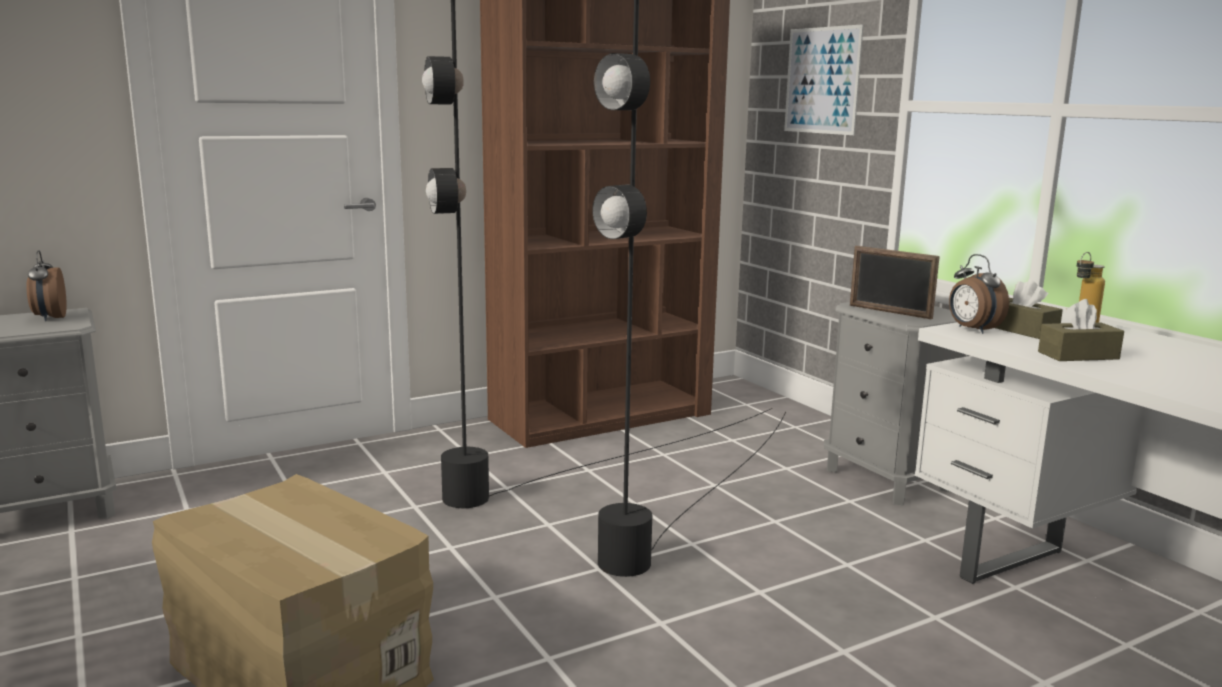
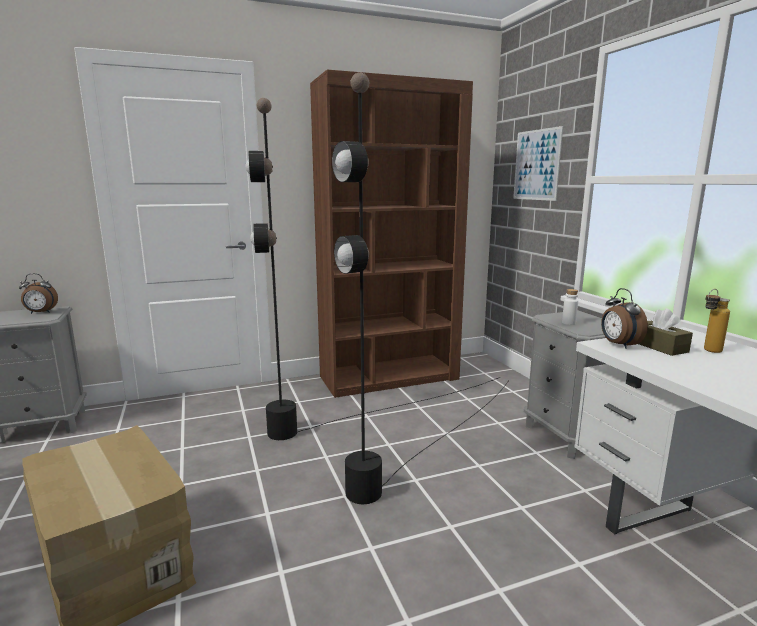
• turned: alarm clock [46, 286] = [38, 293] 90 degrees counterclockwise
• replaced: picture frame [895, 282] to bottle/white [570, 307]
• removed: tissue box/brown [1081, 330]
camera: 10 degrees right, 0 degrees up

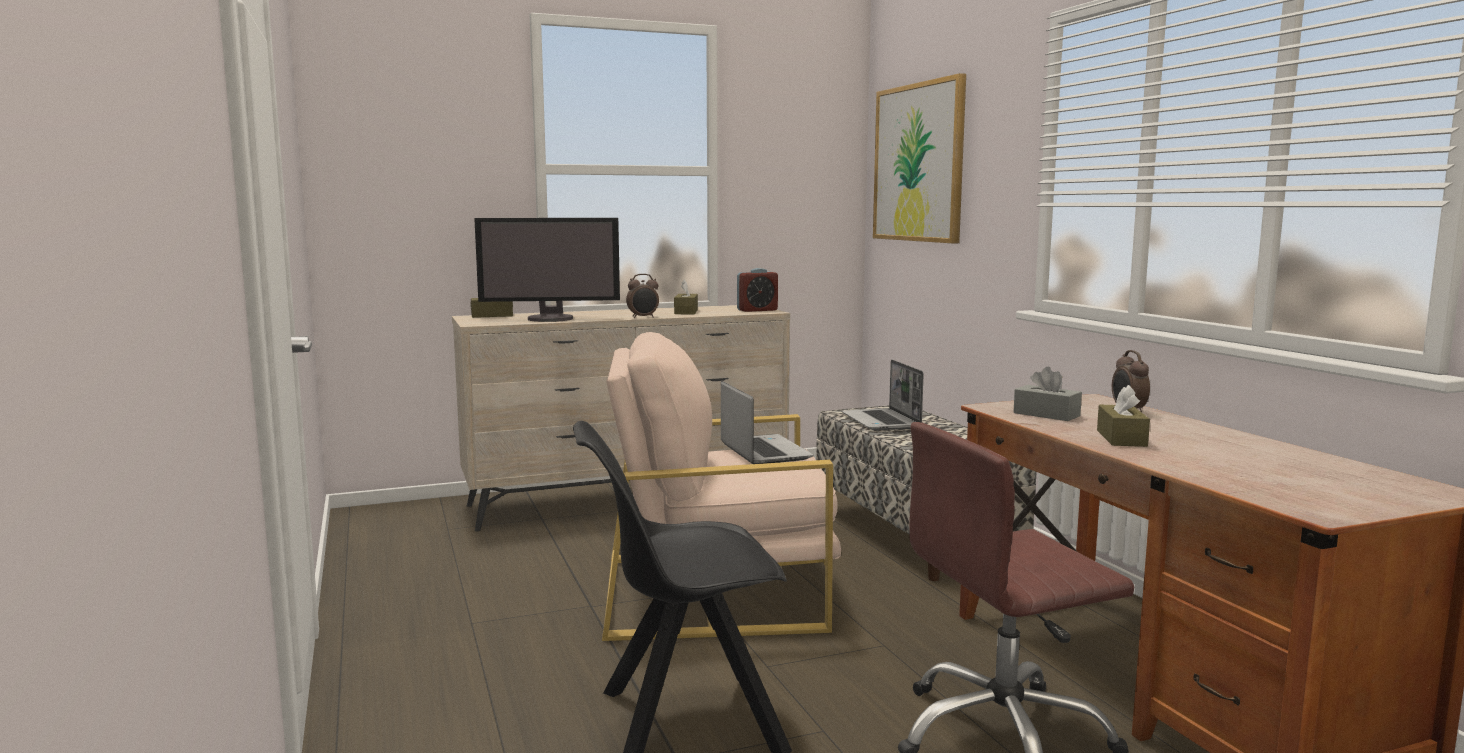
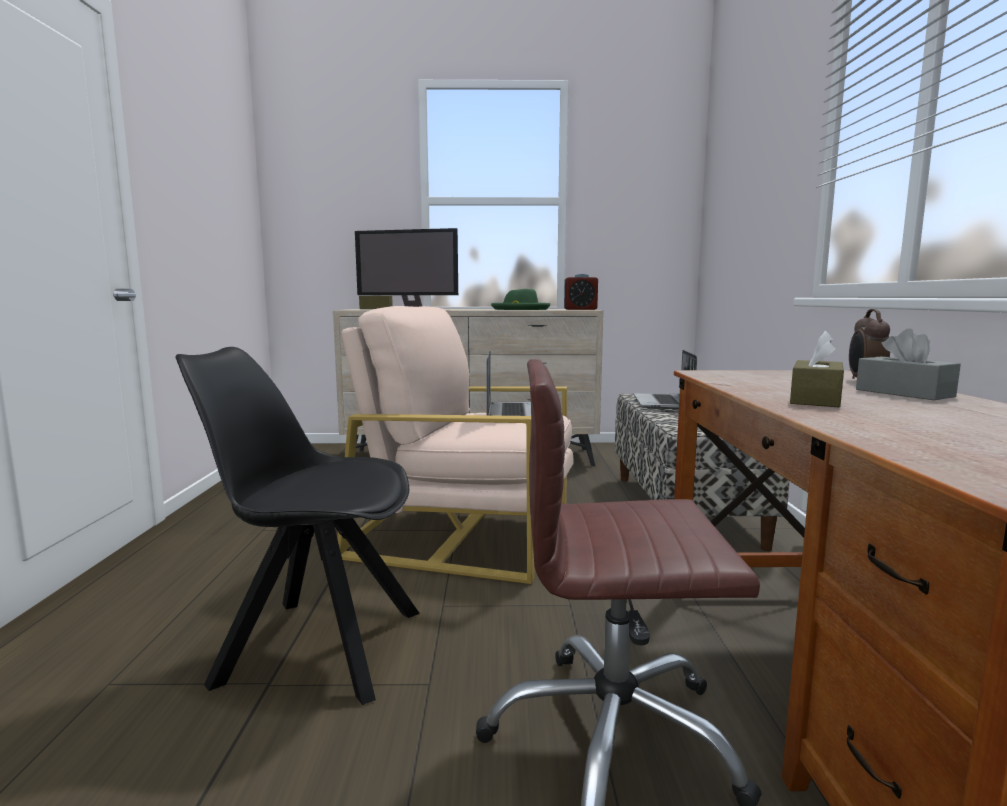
• replaced: tissue box/brown [686, 296] to hat/green [520, 299]
• moved: tissue box/grey [1047, 394] to [908, 364]
• removed: alarm clock [642, 296]
• removed: picture [919, 158]
camera: 20 degrees right, 0 degrees up

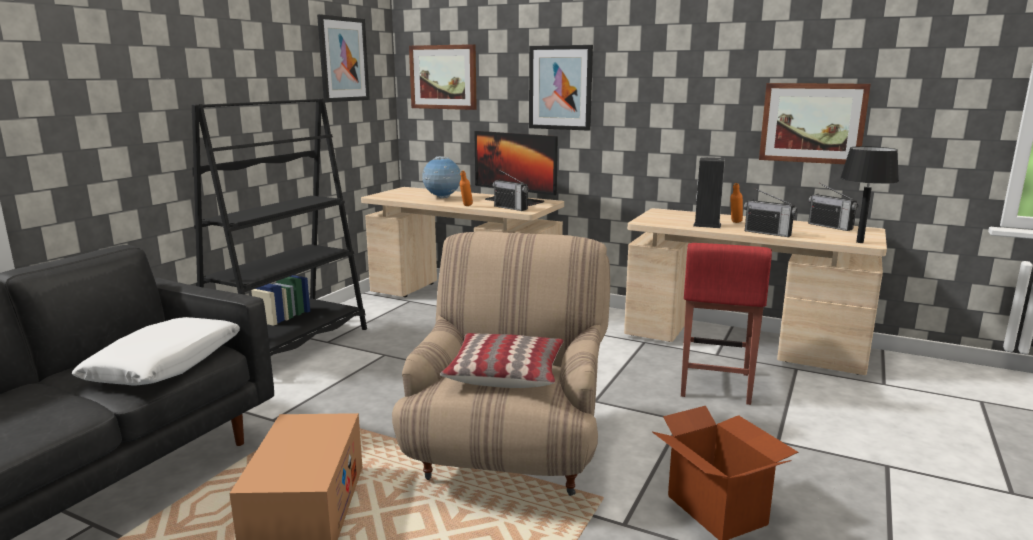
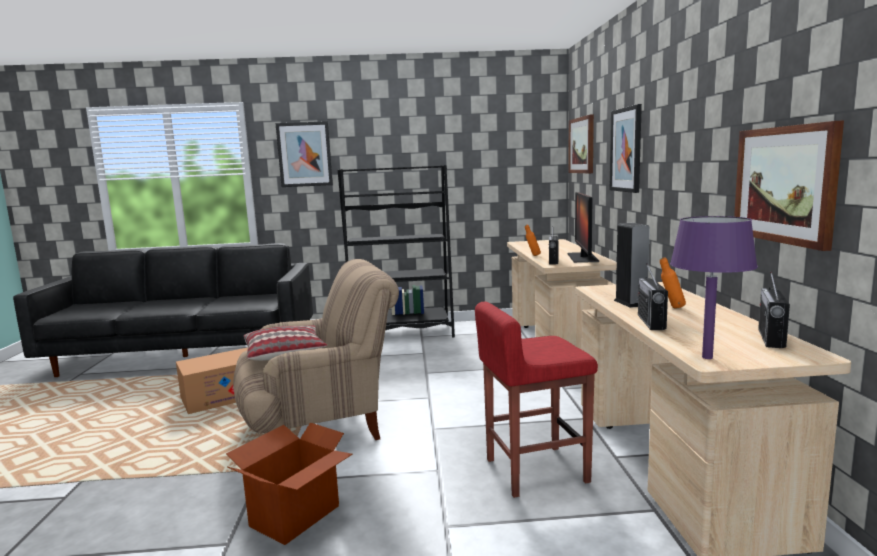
• moved: picture [343, 58] to [304, 154]
• recoloured: table lamp/black [869, 194] to table lamp/purple [714, 287]
• removed: pillow/white [156, 351]
• removed: globe [441, 177]
camera: 60 degrees right, 5 degrees down

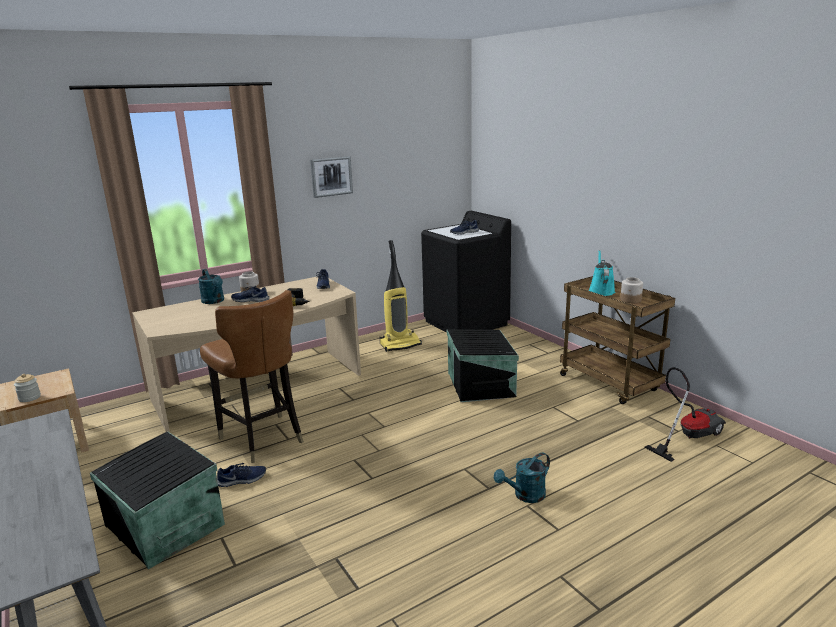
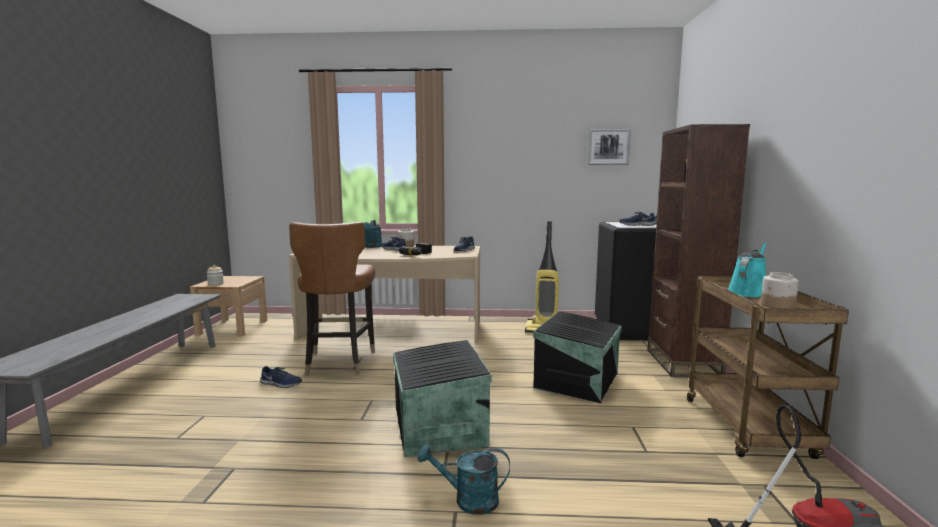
• moved: storage box/black [157, 500] to [442, 398]
• moved: picture [331, 177] to [609, 147]
• added: bookcase/brown [699, 250]
camera: 35 degrees right, 10 degrees down

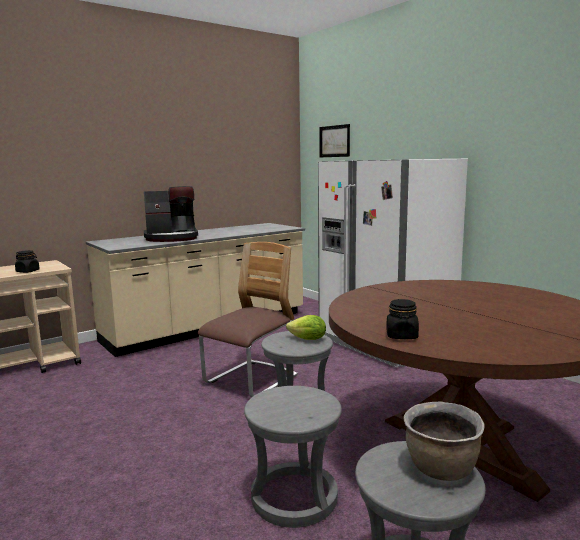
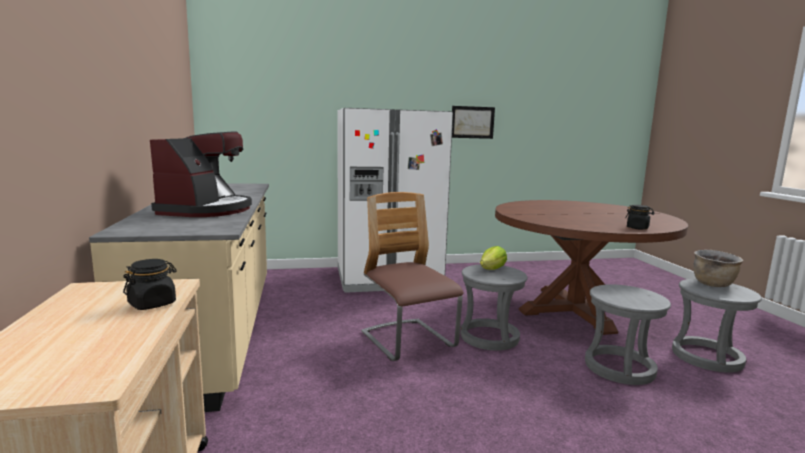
• moved: picture [334, 140] to [473, 122]
camera: 65 degrees left, 0 degrees up

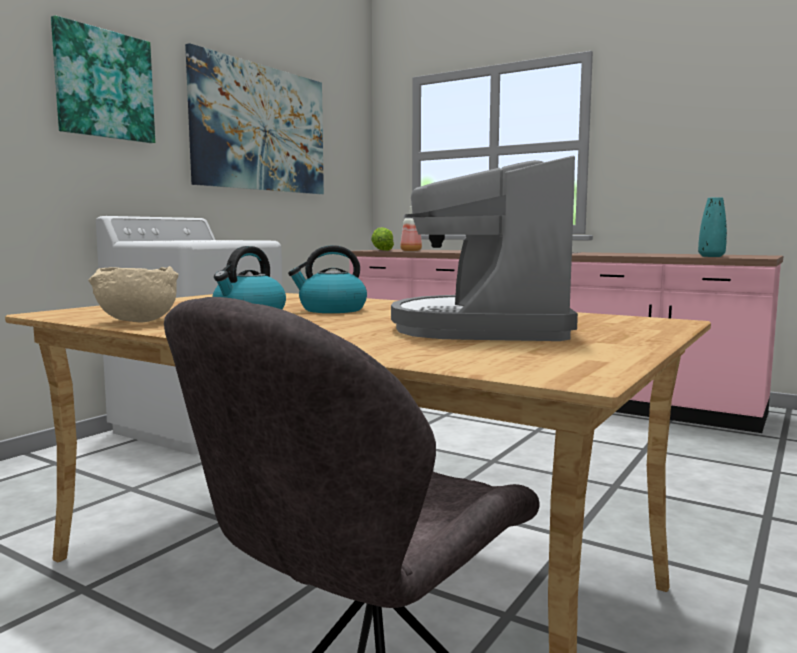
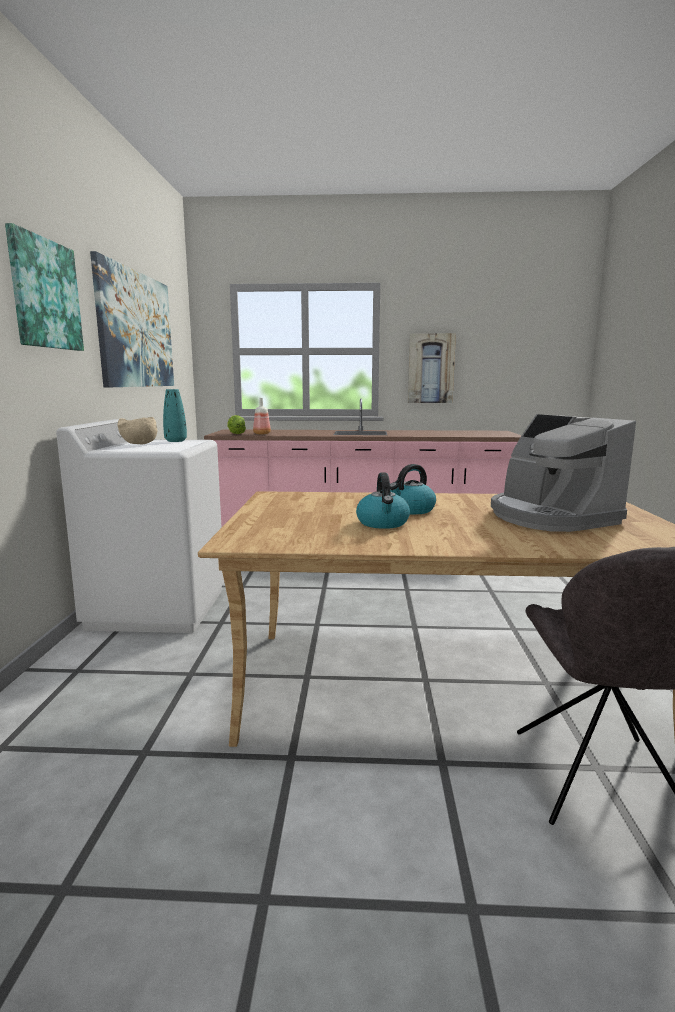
• moved: bowl/beige [133, 294] to [137, 430]
• moved: vase/turquoise [712, 227] to [175, 415]
• added: picture [432, 368]
camera: 30 degrees left, 5 degrees up

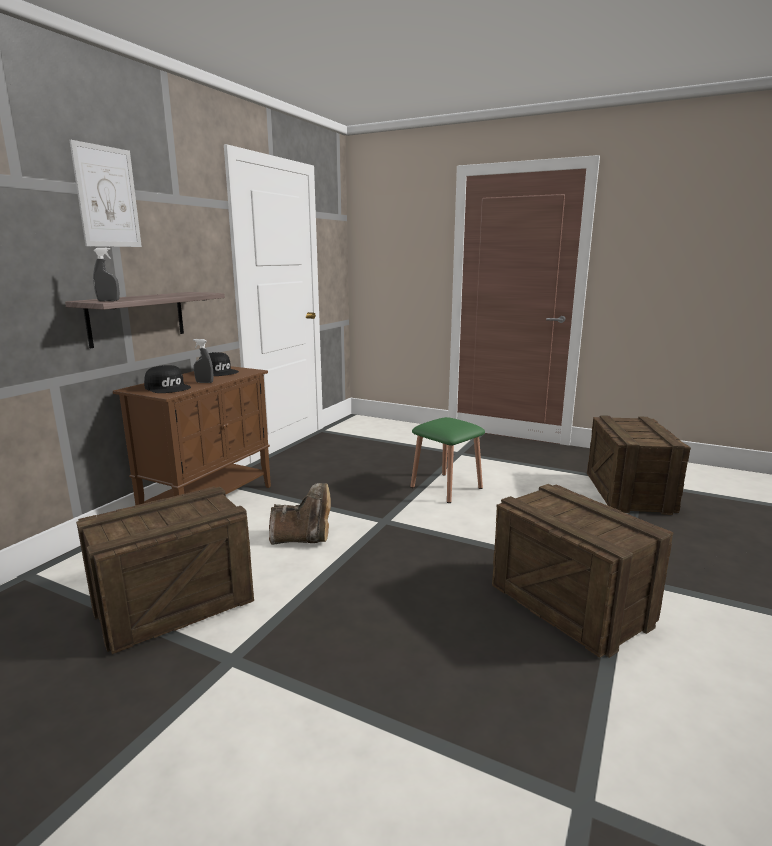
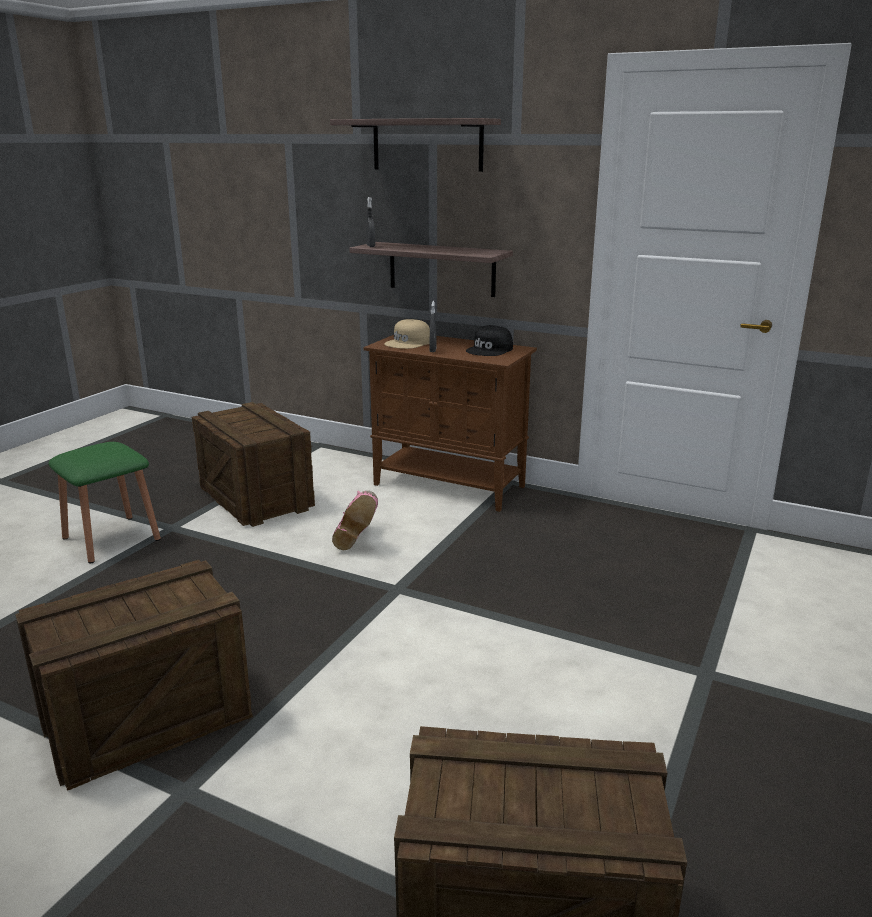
• moved: stool/green [447, 460] to [105, 503]
• replaced: picture [106, 193] to shelf [415, 145]
• recoloured: boot/brown [300, 514] to boot/pink [355, 520]
• recoloured: cap/black [167, 379] to cap/beige [407, 334]
camera: 90 degrees right, 5 degrees up

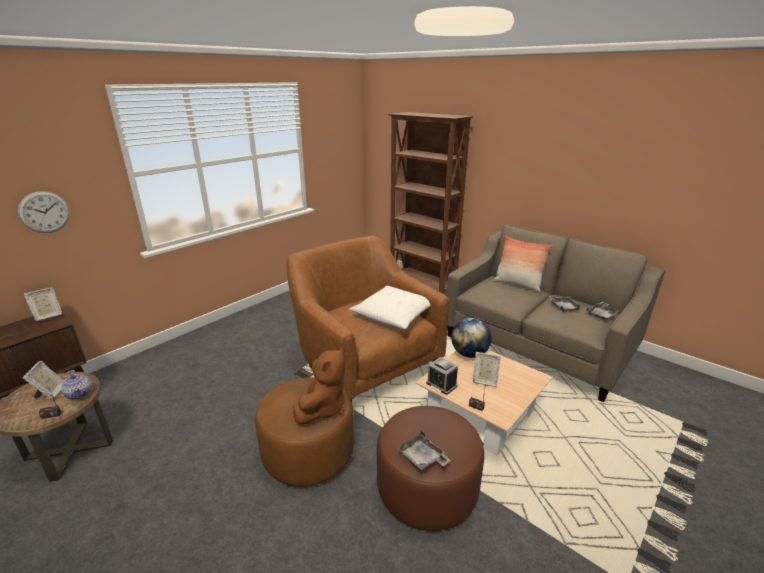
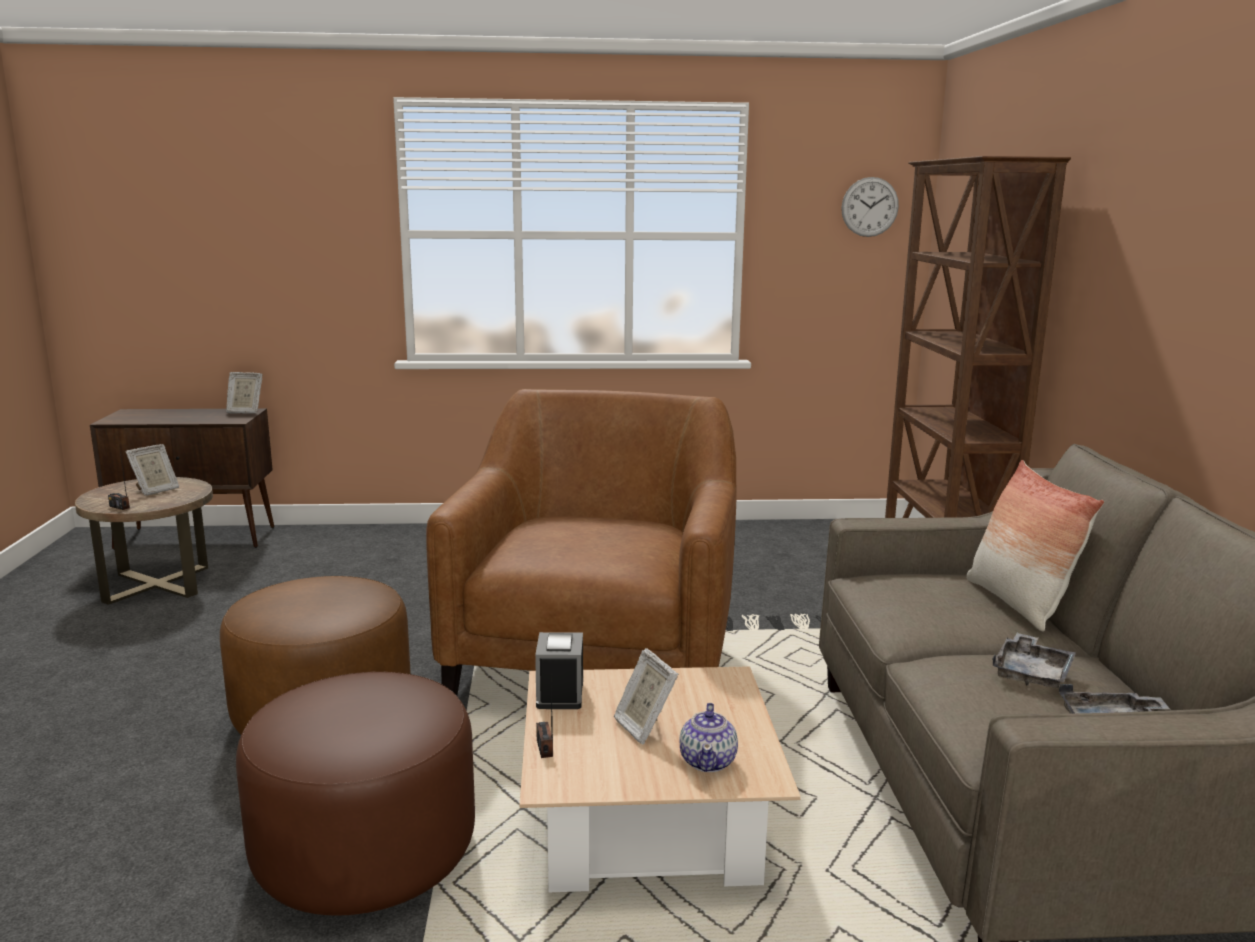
• moved: teapot [76, 385] to [709, 737]
• moved: wall clock [44, 212] to [870, 207]
• removed: plush toy/brown [319, 385]
• removed: pillow/white [389, 307]
• removed: tray/grey [424, 450]
• removed: globe [471, 338]
camera: 45 degrees right, 10 degrees down

